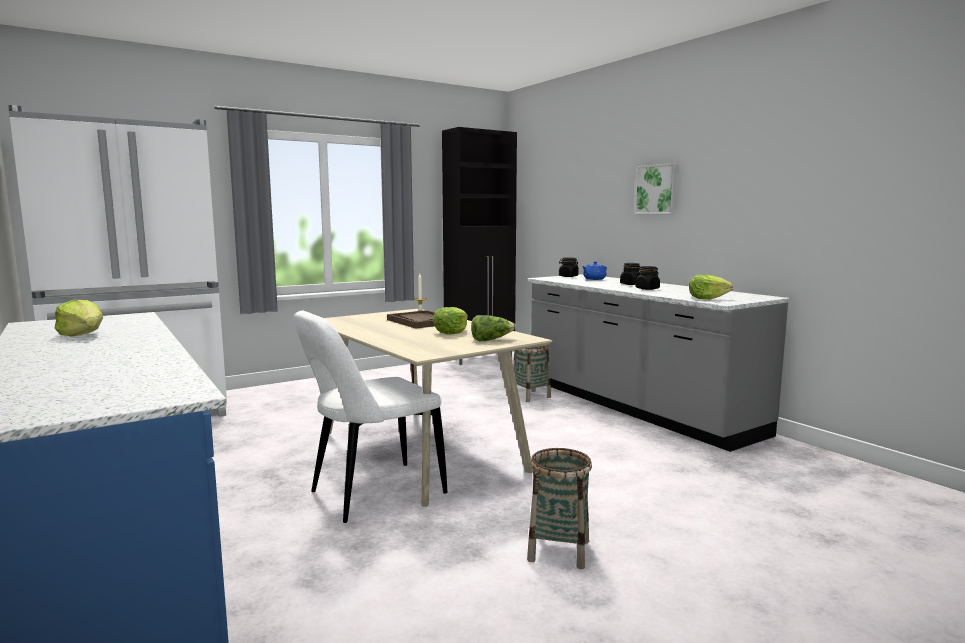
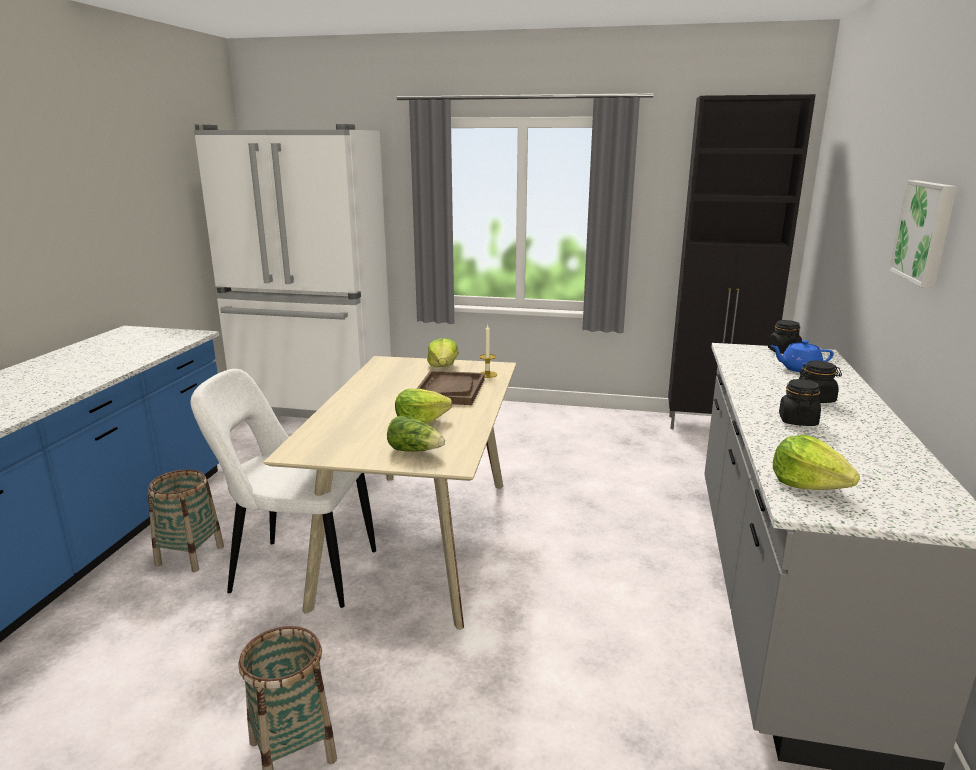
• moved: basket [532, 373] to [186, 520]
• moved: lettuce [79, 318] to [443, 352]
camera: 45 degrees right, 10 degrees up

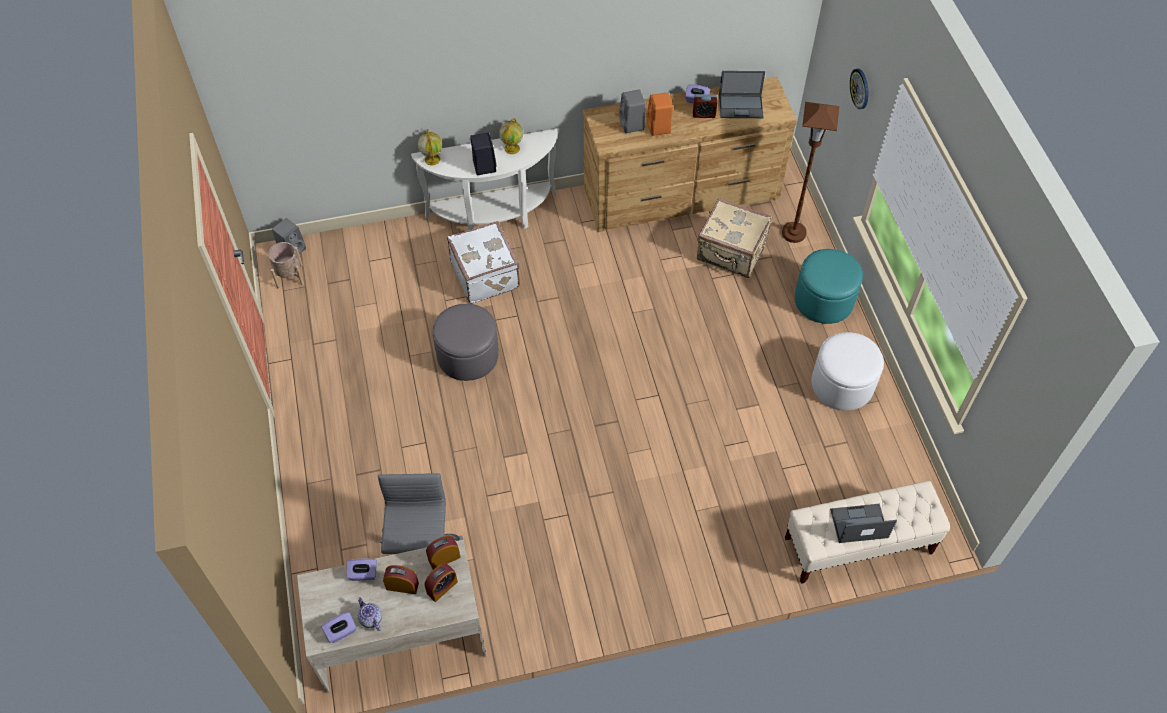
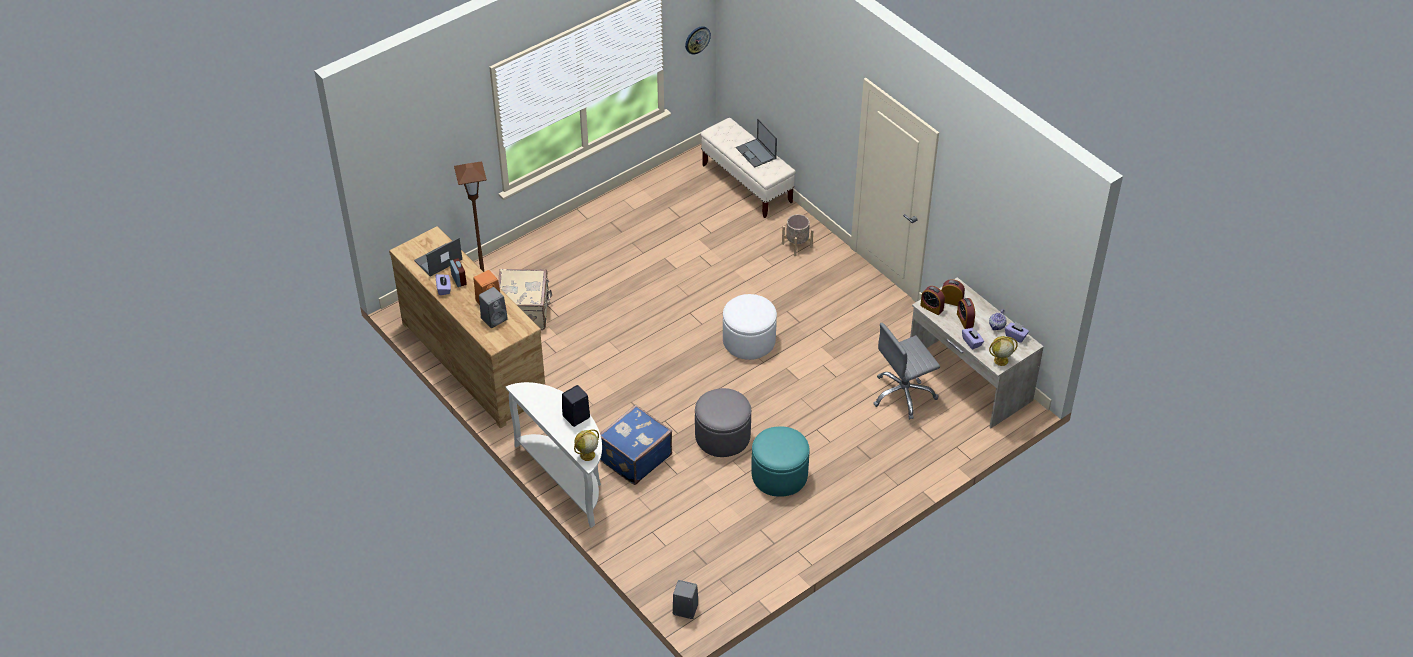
• turned: laptop [742, 94] = [438, 257] 105 degrees counterclockwise
• recoloured: suitcase/white [483, 262] to suitcase/blue [636, 444]
• moved: wall clock [859, 89] to [698, 40]
• moved: ottoman/white [847, 371] to [750, 327]
• moved: ottoman/turquoise [829, 286] to [780, 461]
• moved: planter/beige [286, 265] to [798, 235]
• moved: globe [511, 136] to [1003, 351]
camera: 115 degrees left, 10 degrees down

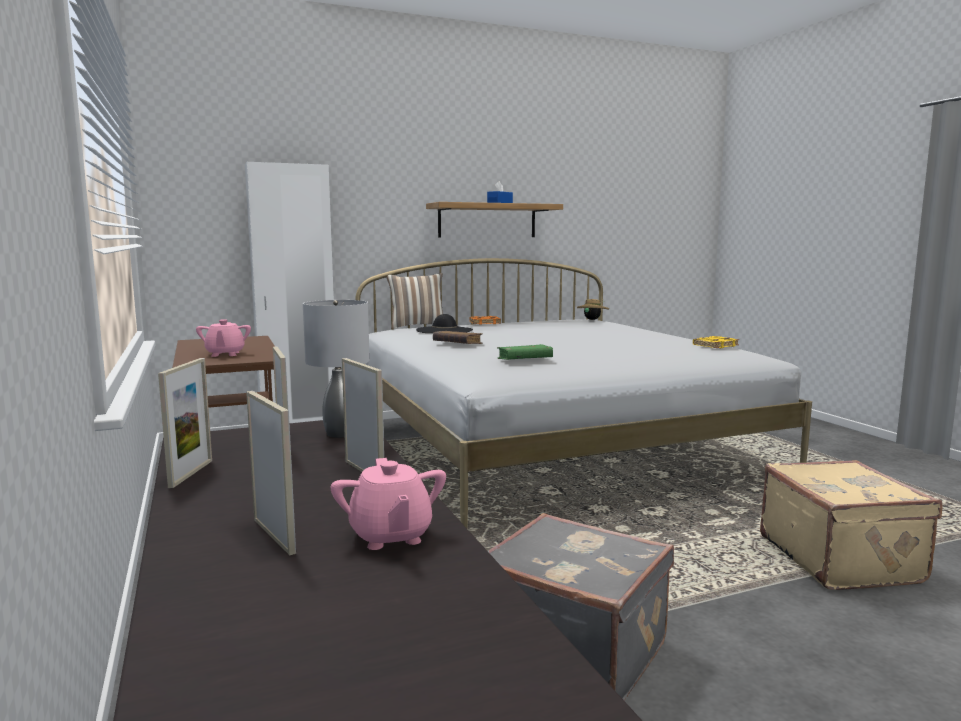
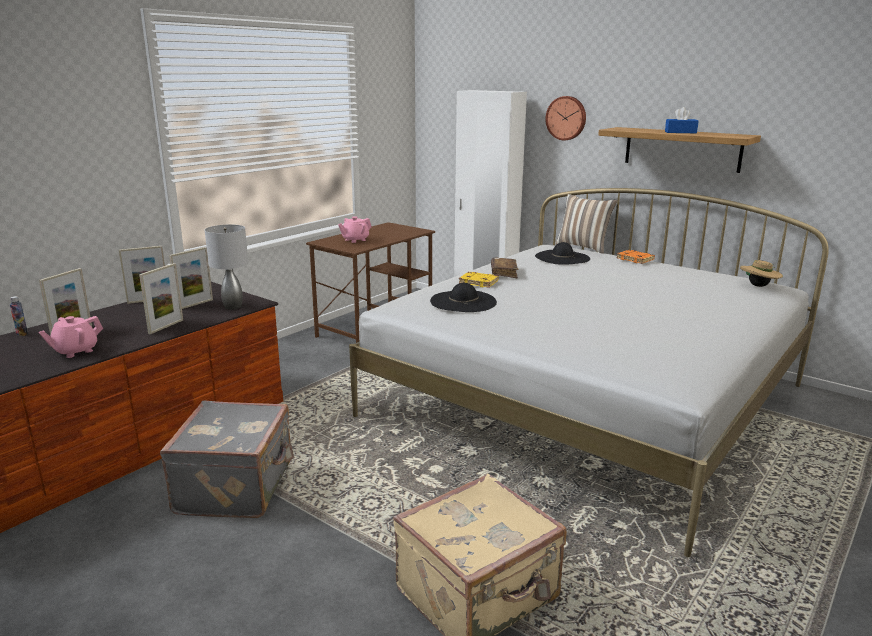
• added: bottle [19, 316]
• replaced: book/green [525, 352] to hat/black [463, 297]
• moved: book/yellow [716, 342] to [479, 280]
• added: wall clock [565, 118]
camera: 60 degrees right, 10 degrees up

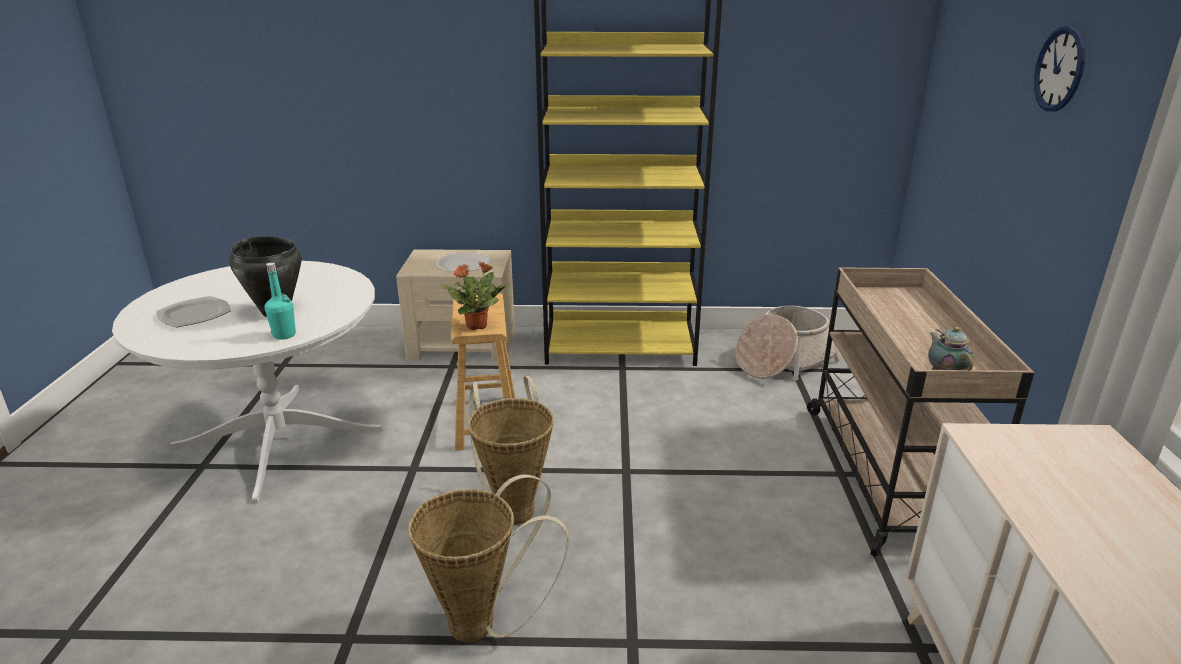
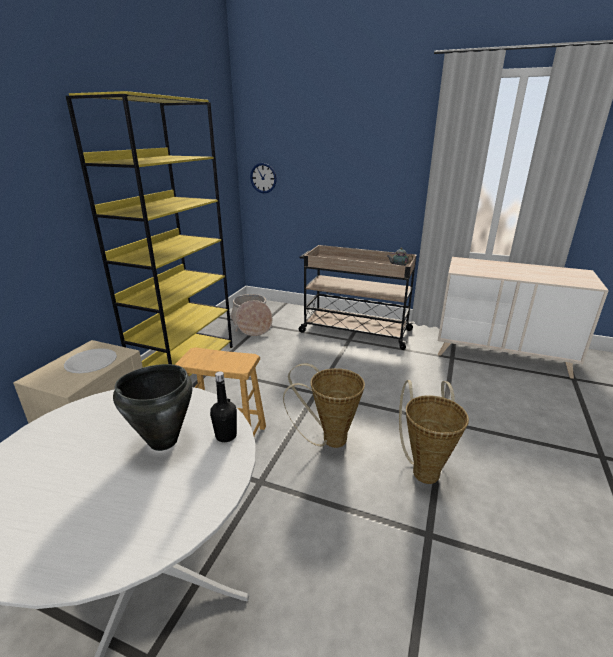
• recoloured: bottle/turquoise [280, 301] to bottle/black [223, 406]
• moved: wall clock [1059, 68] to [263, 178]
• removed: plate [193, 311]
• removed: potted plant [474, 295]
camera: 70 degrees left, 0 degrees up

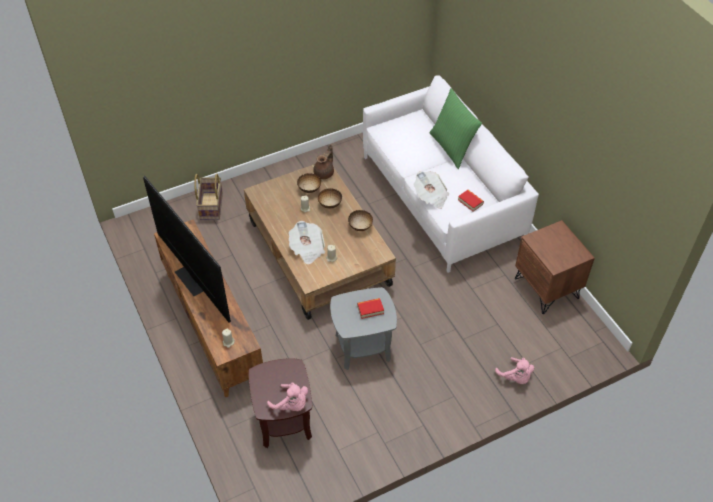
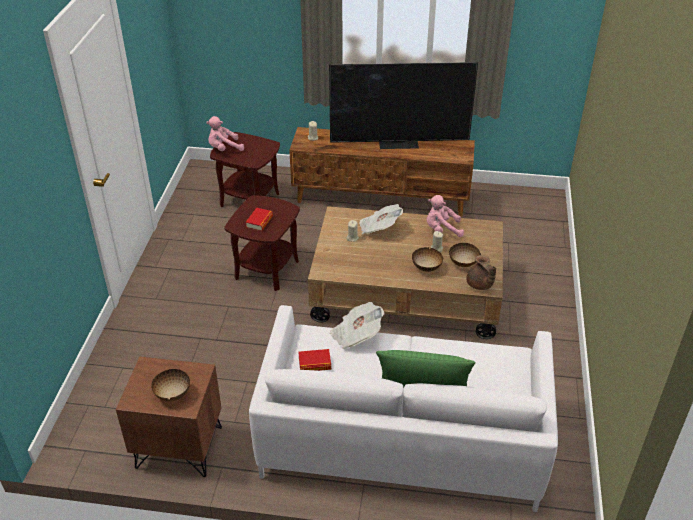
• moved: bowl [360, 220] to [170, 385]
• recoloured: side table/grey [363, 328] to side table/brown [262, 243]
• moved: plush toy/pink [514, 370] to [445, 216]
• removed: basket [208, 197]
camera: 125 degrees right, 10 degrees down

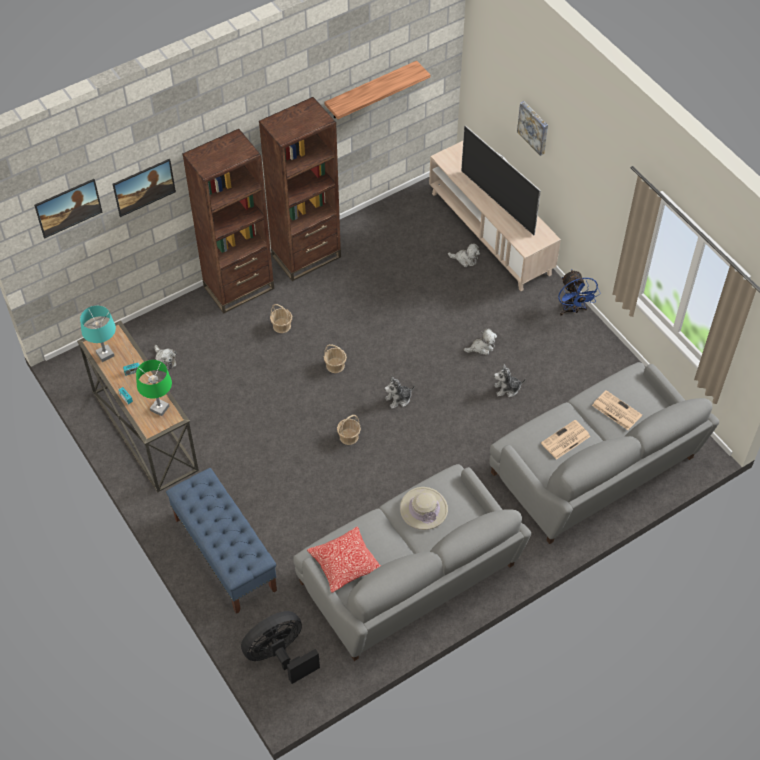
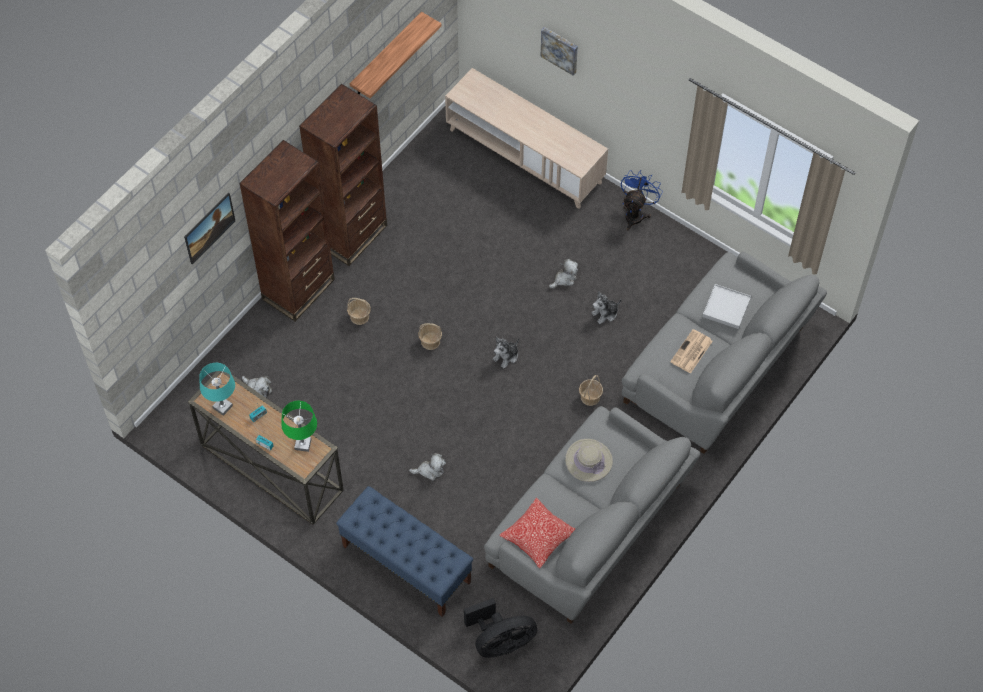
• moved: plush toy [464, 255] to [427, 467]
• turned: fan/black [280, 647] = [500, 628] 150 degrees counterclockwise
• moved: basket [349, 430] to [591, 390]
• turned: fan/blue [579, 292] = [642, 200] 120 degrees counterclockwise
• replaced: newspaper [617, 410] to tray/white [726, 306]
• removed: picture [68, 209]
• removed: television [501, 180]
camera: 20 degrees left, 5 degrees up

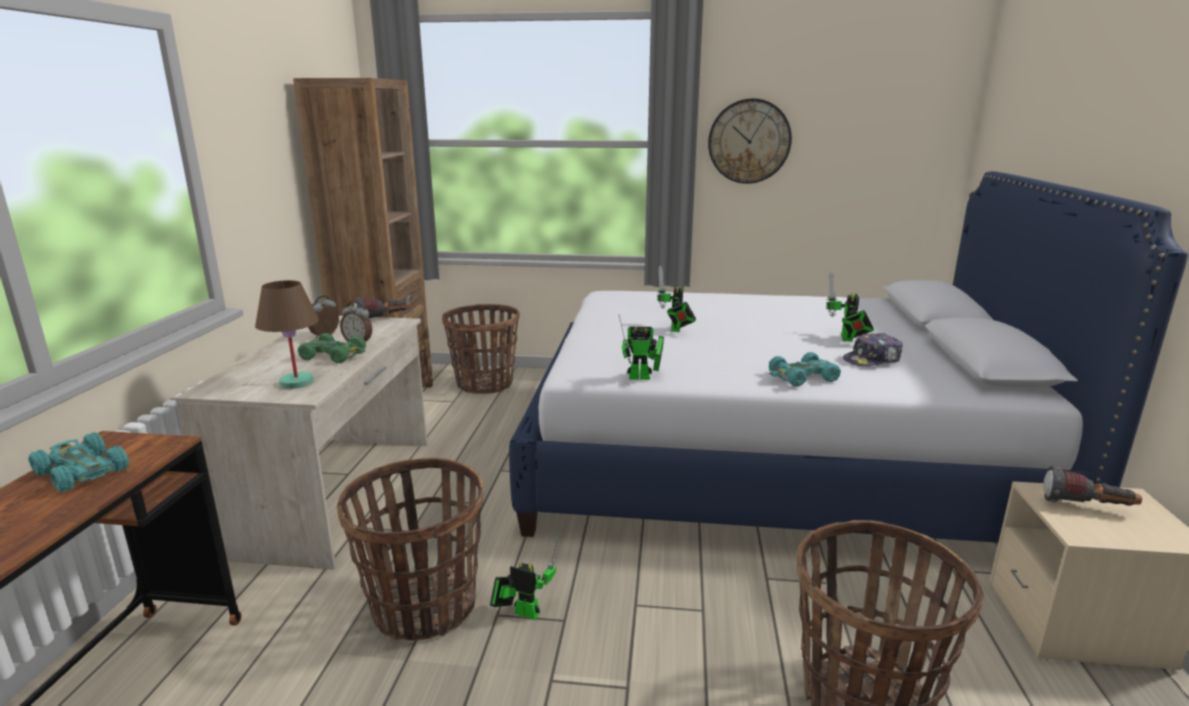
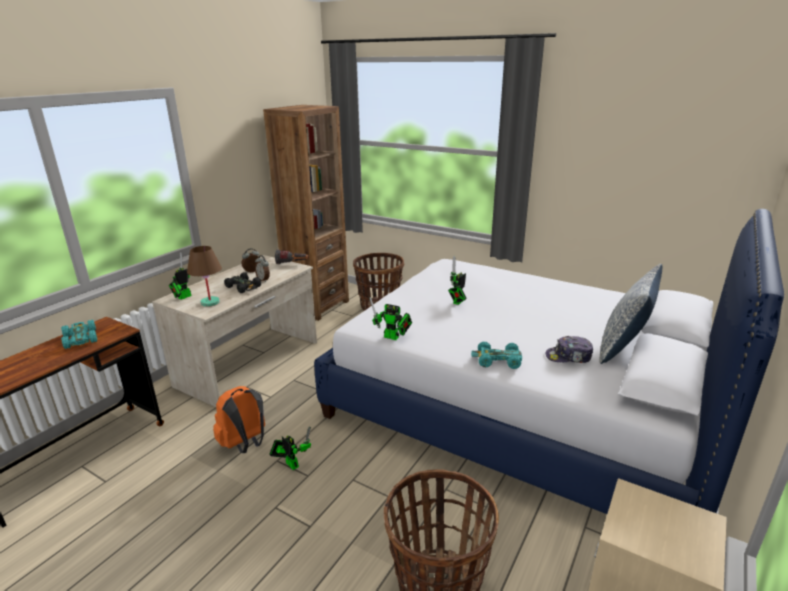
• moved: toy robot [849, 307] to [180, 276]
• replaced: basket [410, 549] to backpack/orange [239, 419]
• recoloured: toy car/green [332, 348] to toy car/black [242, 282]
• added: pillow [631, 314]
• removed: wall clock [750, 141]
• removed: flashlight [1092, 486]
camera: 25 degrees right, 5 degrees up

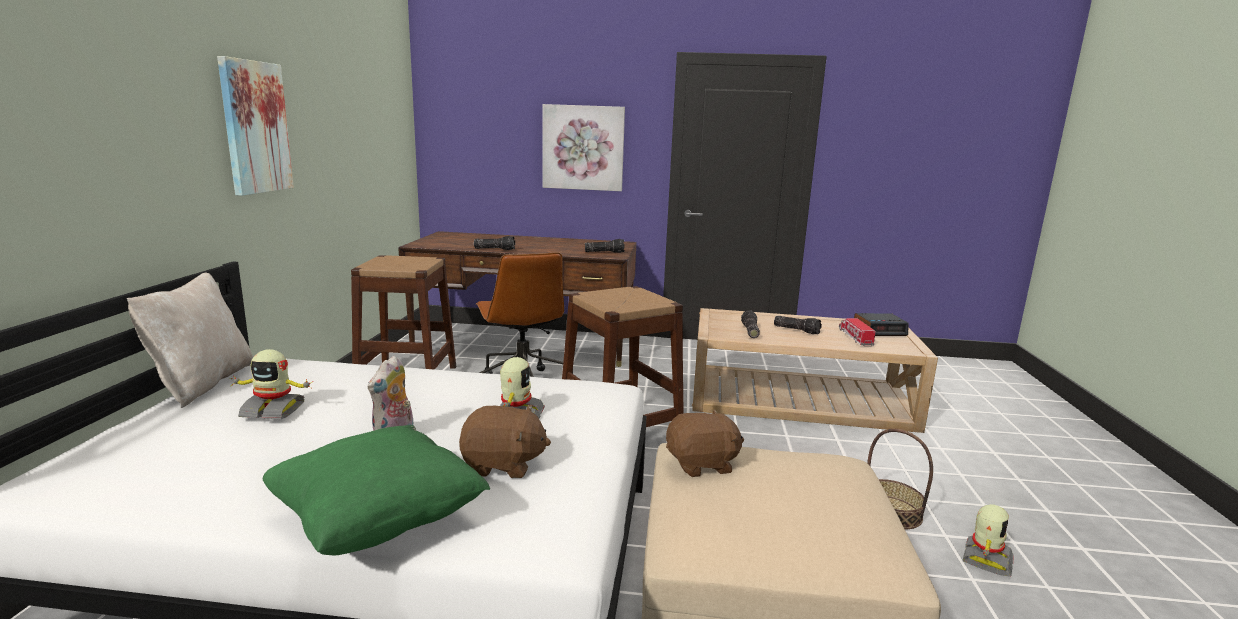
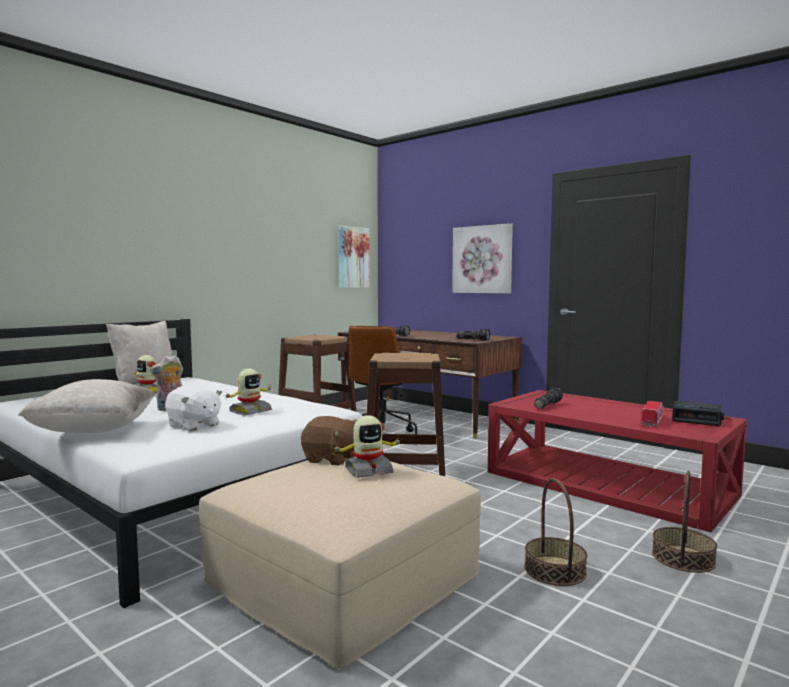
• recoloured: pillow/green [376, 490] to pillow/beige [87, 406]
• recoloured: plush toy/brown [505, 441] to plush toy/white [193, 408]
• moved: toy robot [988, 540] to [367, 446]
• moved: picture [255, 126] to [354, 256]
• recoloured: coffee table/beige [815, 370] to coffee table/red [617, 461]
• added: basket [684, 521]
• removed: flashlight [798, 325]
camera: 35 degrees right, 10 degrees down

